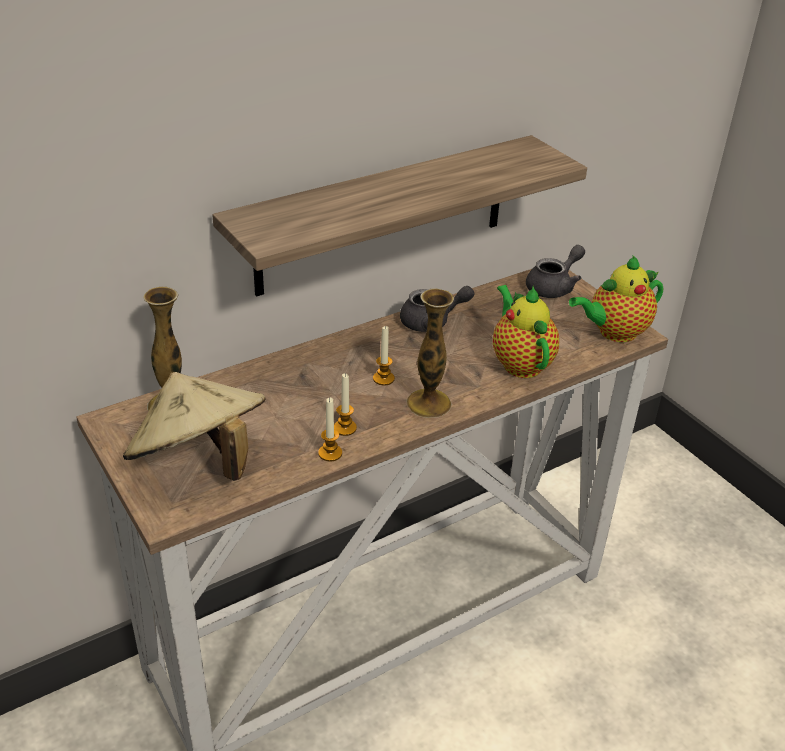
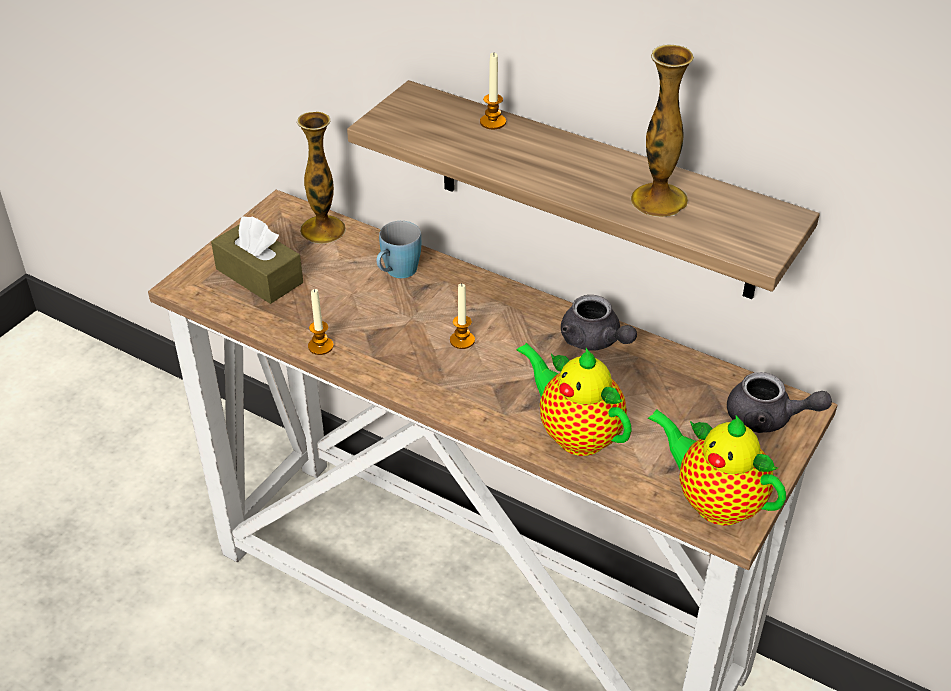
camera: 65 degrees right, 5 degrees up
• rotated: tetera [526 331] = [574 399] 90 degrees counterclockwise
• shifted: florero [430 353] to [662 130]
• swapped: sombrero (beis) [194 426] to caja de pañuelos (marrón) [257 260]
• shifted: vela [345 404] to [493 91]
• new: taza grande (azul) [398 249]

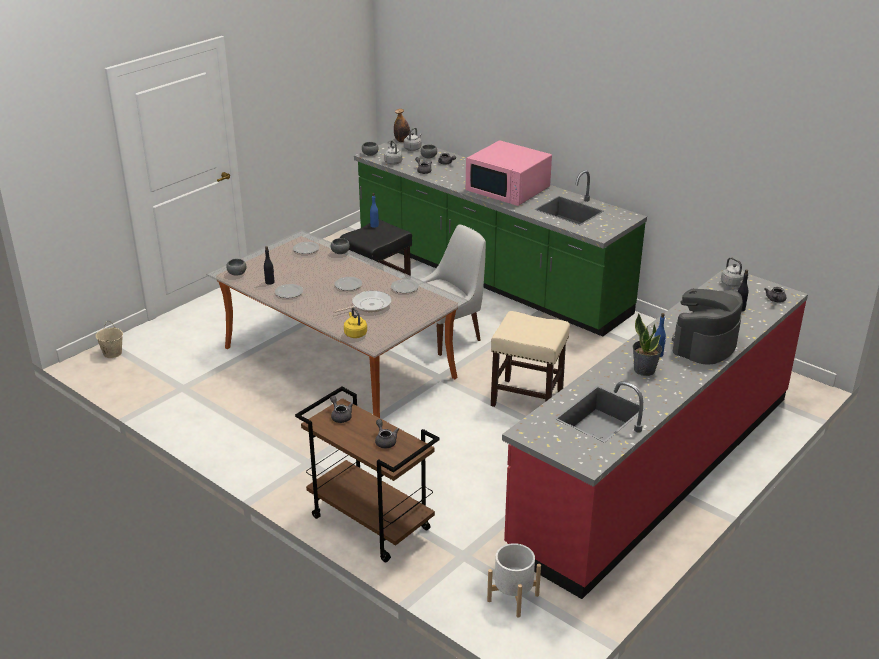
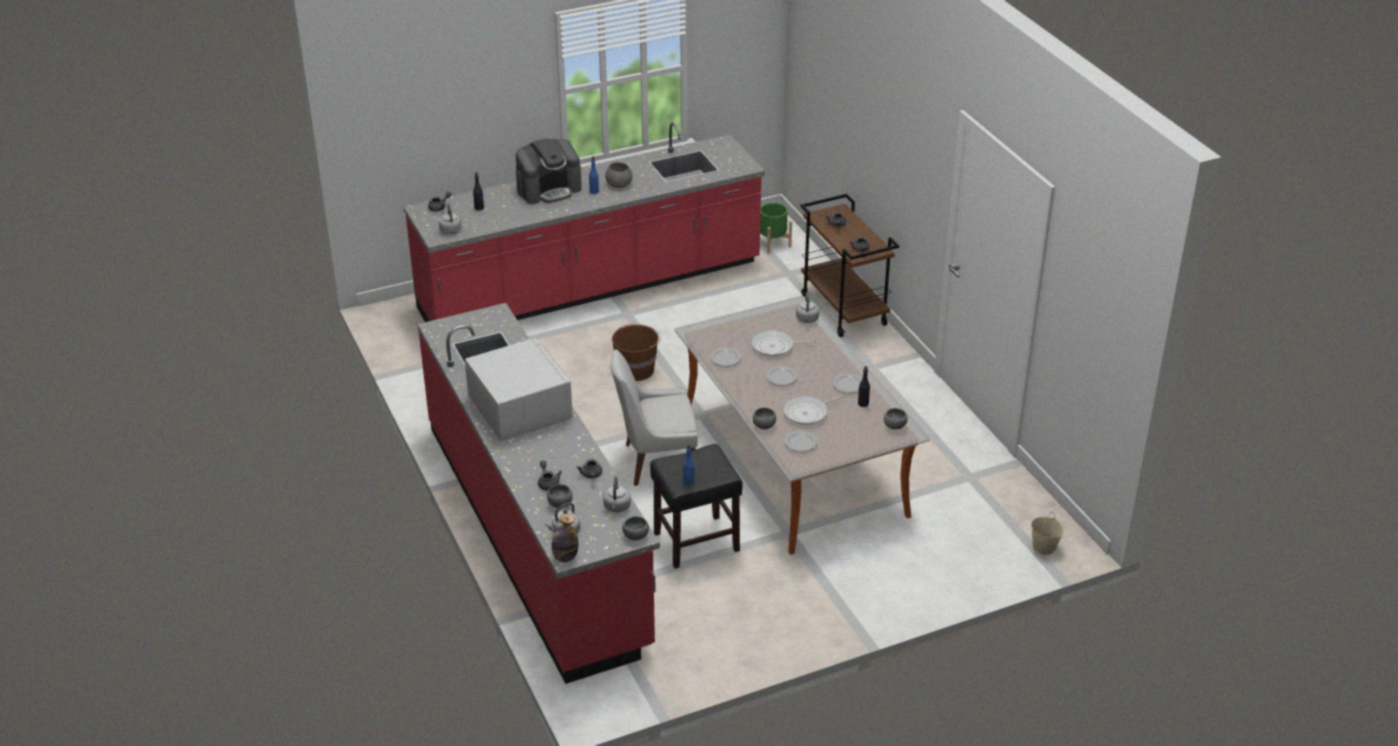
camera: 155 degrees left, 5 degrees up
• repainted: mueble bajo de cocina (verde) [500 237] to mueble bajo de cocina (rojo) [538 493]
• repainted: microondas (rosa) [509 173] to microondas (blanco) [519 389]
• repainted: hervidor (amarillo) [355 322] to hervidor (gris) [807 307]
• swapped: taburete (beis) [530 359] to cubo (marrón) [636 352]
• swapped: planta en maceta [647 345] to cuenco (gris) [619 175]
• repainted: maceta (blanco) [514 580] to maceta (verde) [776 228]
• new: sartén [814 410]

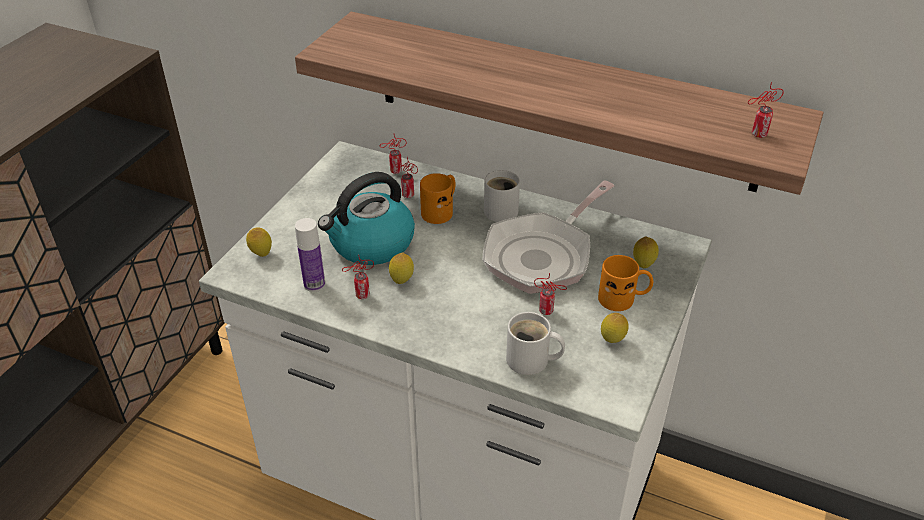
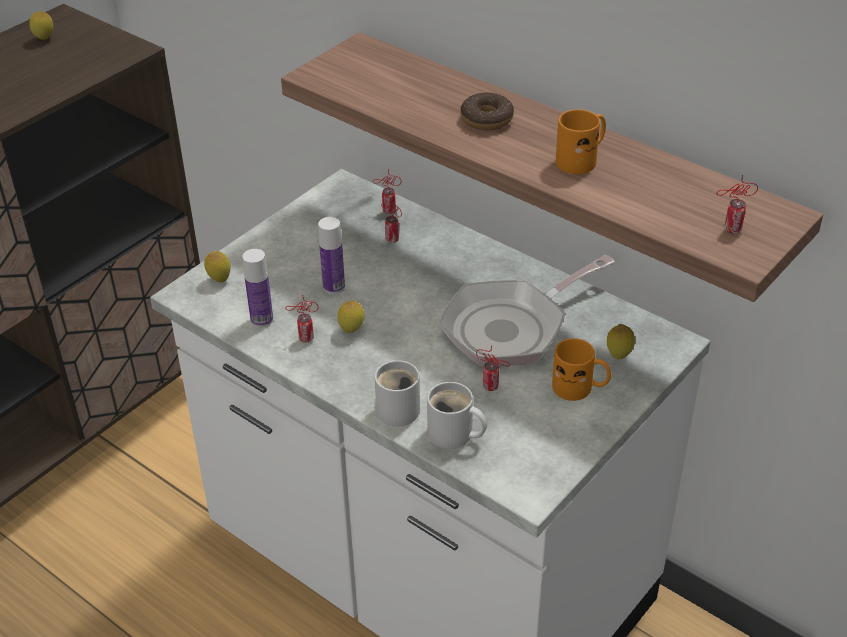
camera: 15 degrees right, 0 degrees up
• shifted: taza grande (blanco) [502 196] to [397 393]
• swapped: hervidor [366 218] to botella [331 255]
• shifted: taza grande (naranja) [437 198] to [581 142]
• shifted: limón [615 328] to [41 25]
• new: rosquilla [487 111]

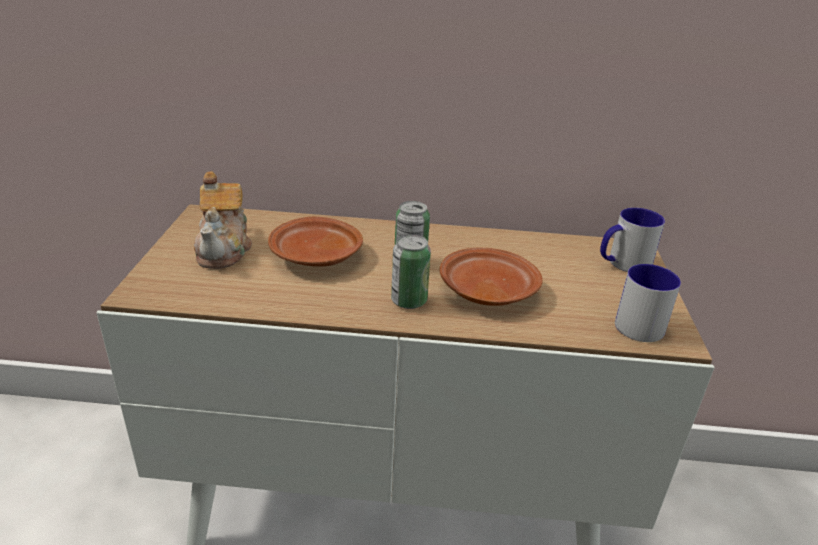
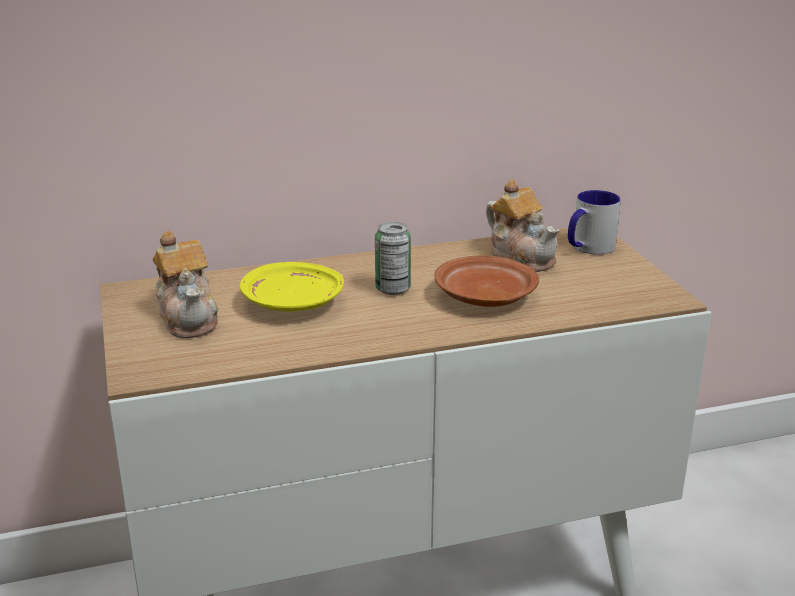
camera: 20 degrees left, 5 degrees down
• repainted: plato (marrón) [315 242] to plato (amarillo) [292 287]
• gone: lata [411 271]
• gone: taza grande [648 303]
• new: tetera [523 225]

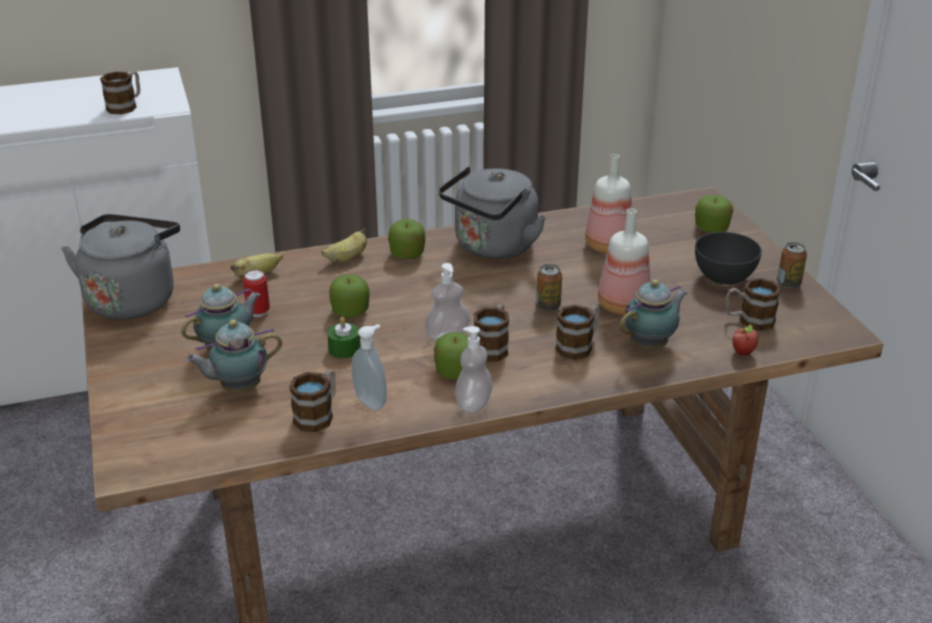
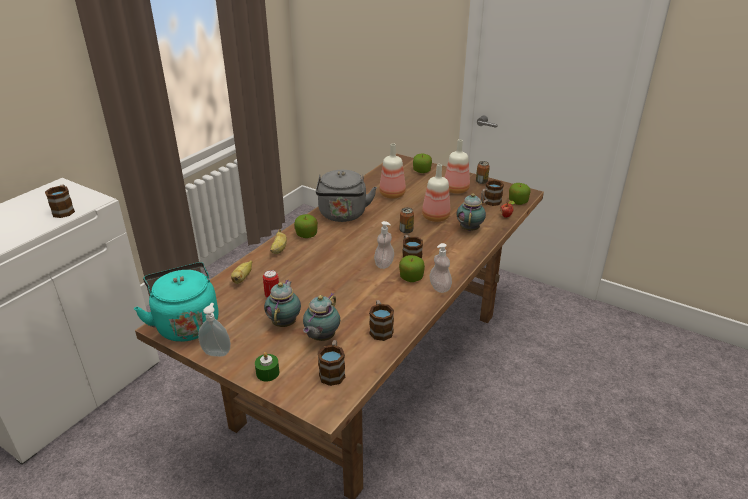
camera: 40 degrees left, 0 degrees up
• repainted: hervidor (gris) [120 267] to hervidor (turquesa) [176 302]
• swapped: cuenco (gris) [728 258] to botella [457 166]
• shifted: manzana [349 296] to [519 194]
• shifted: taza grande [577 332] to [331 363]
• shifted: vela (verde) [344 337] to [267 367]
• shifted: dispensador de jabón [369 367] to [214 330]

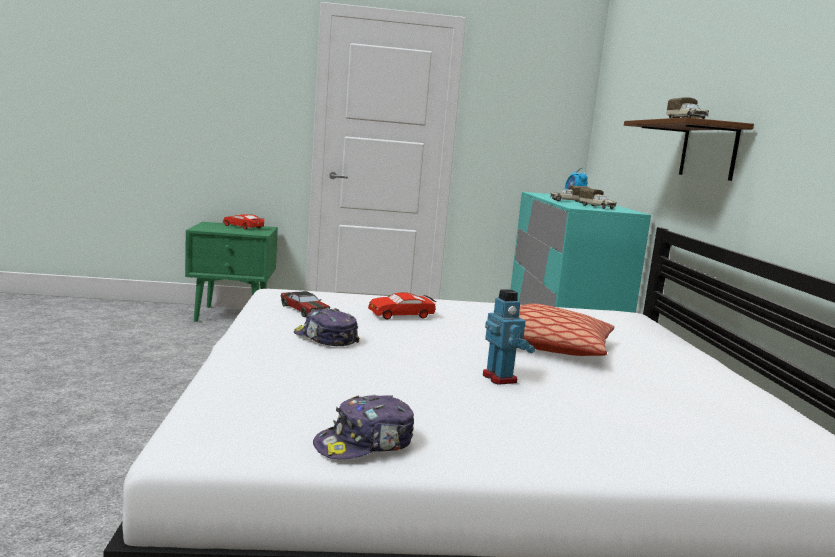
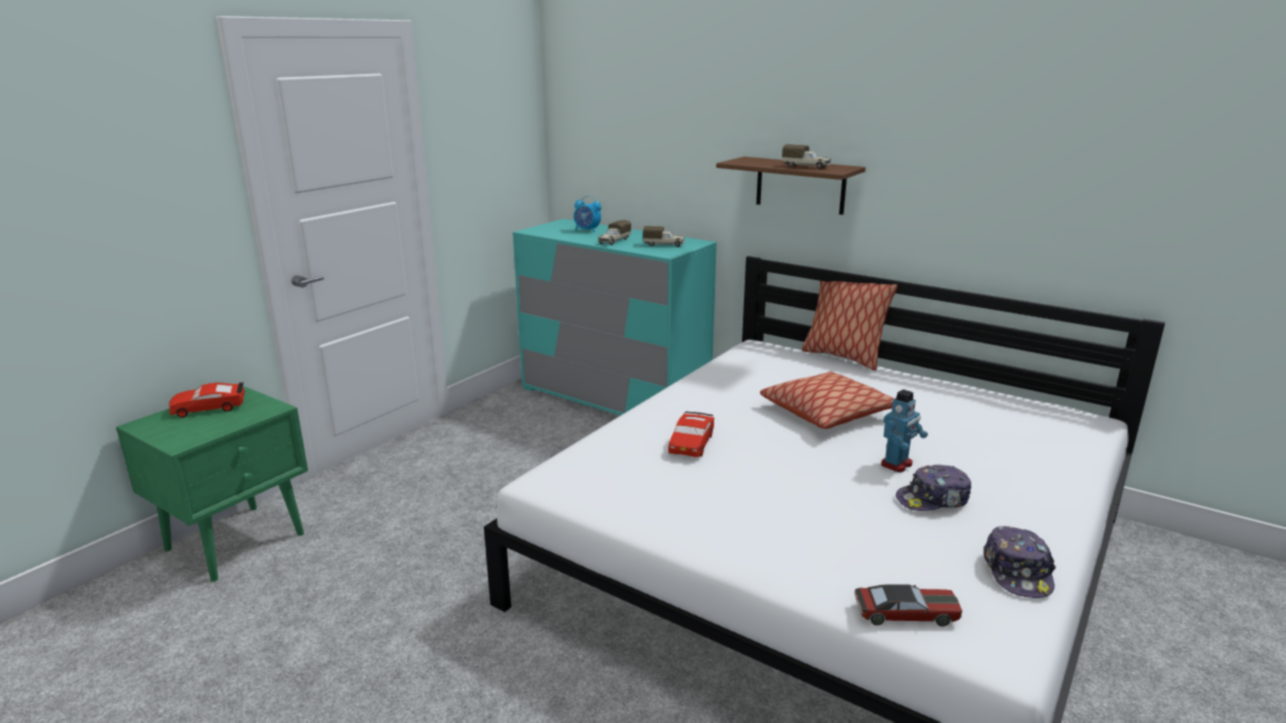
camera: 50 degrees left, 10 degrees up
• rotated: robot de juguete [509 337] = [904 430] 120 degrees clockwise
• shifted: coche de juguete [305 304] to [908 605]
• shifted: gorra [327 327] to [933 487]
• new: cojín [850 326]

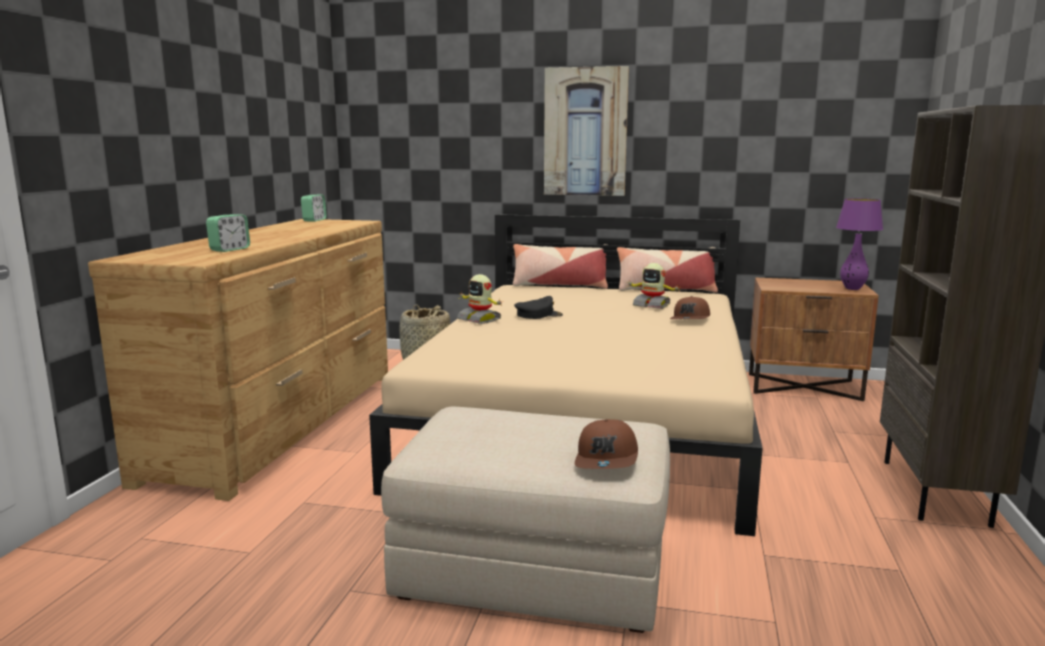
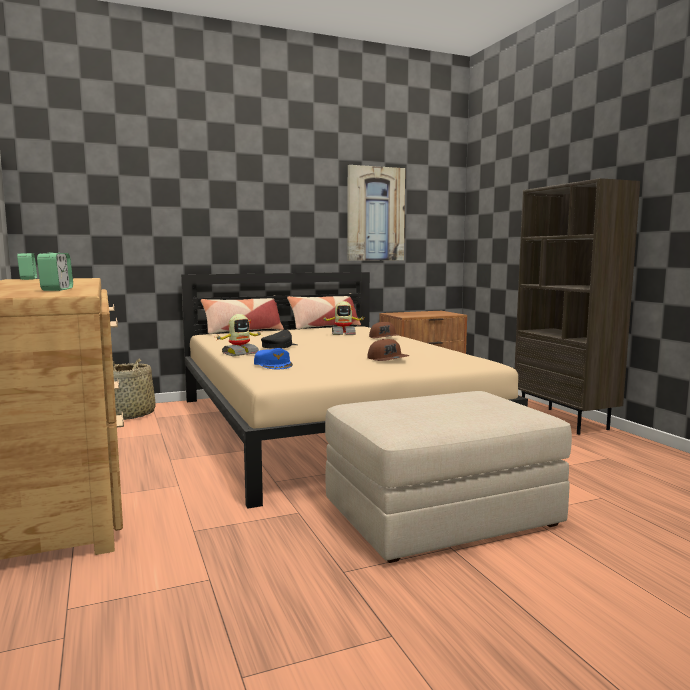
camera: 35 degrees left, 5 degrees down
• shifted: cuadro [586 131] to [376 213]
• gone: lámpara de mesa (morado) [859 244]
• rotated: robot de juguete [480 299] = [239 335] 45 degrees counterclockwise
• shifted: gorra (marrón) [606 444] to [388 350]
• new: gorra (azul) [273 358]

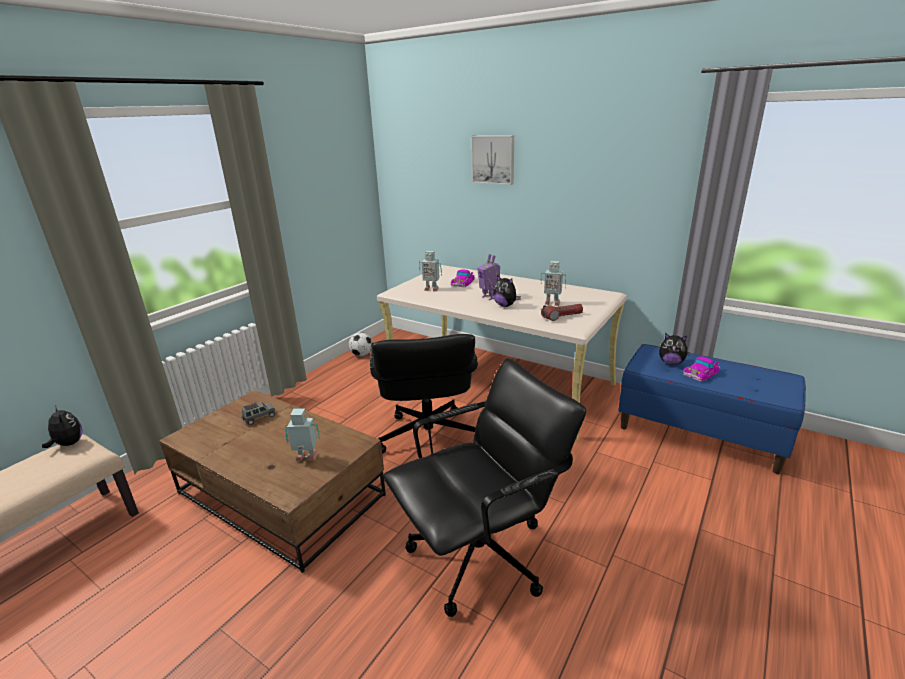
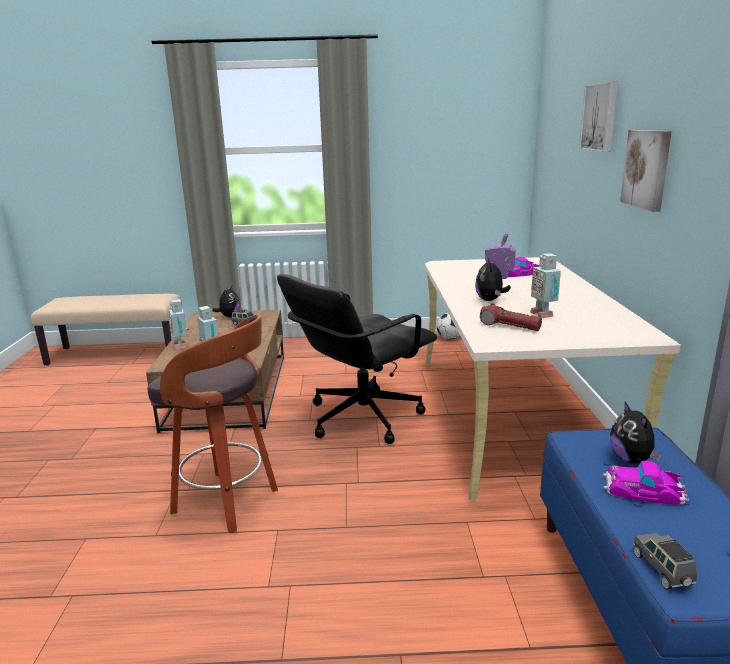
camera: 55 degrees right, 5 degrees down
• shifted: robot de juguete [430 271] to [179 324]
• swapped: silla de oficina (negro) [484 487] to taburete [213 423]
• shifted: peluche [62 427] to [226 301]
• new: cuadro [646 171]
• new: coche de juguete (gris) [665 561]

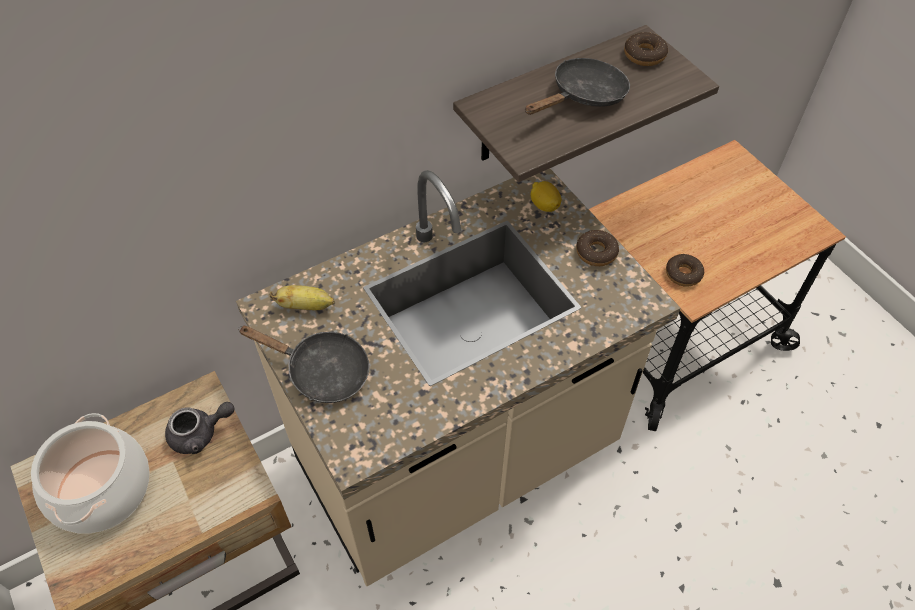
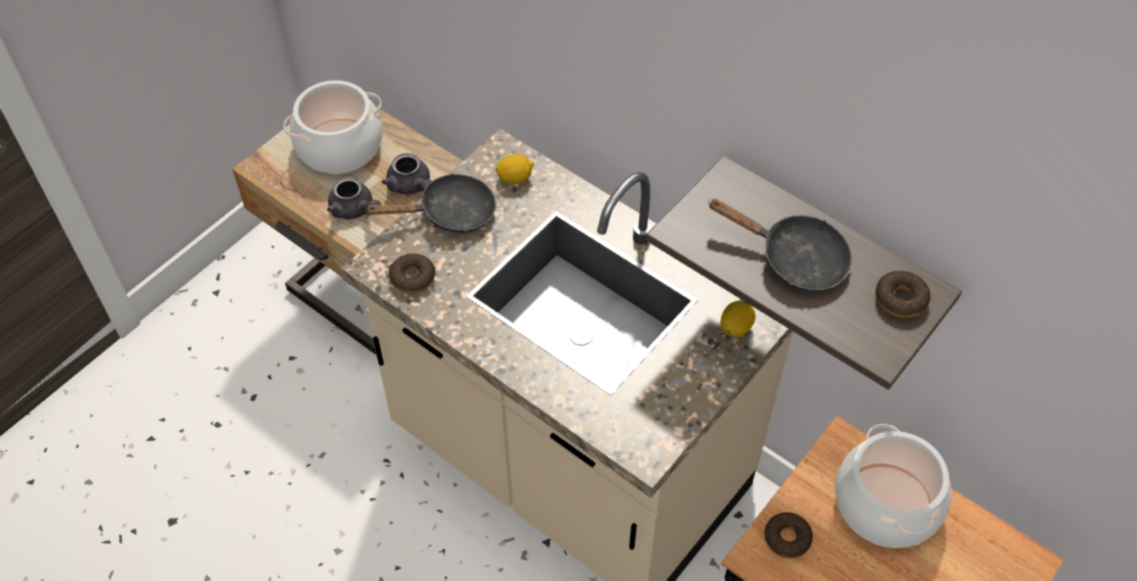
camera: 70 degrees right, 0 degrees up
• shifted: rosquilla [597 248] to [412 273]
• swapped: plátano [302 297] to limón [514 169]
• rotated: sartén (negro) [303 364] = [430 203] 105 degrees counterclockwise
• new: tetera (gris) [354 198]
• new: olla [893 486]

